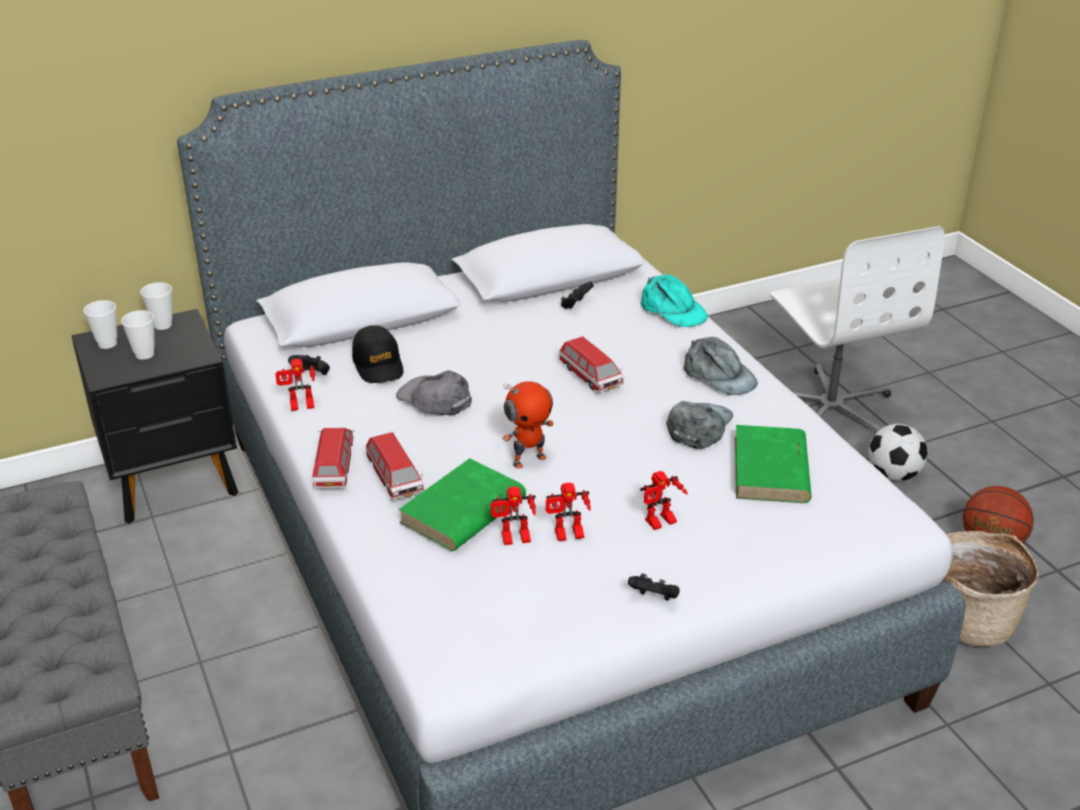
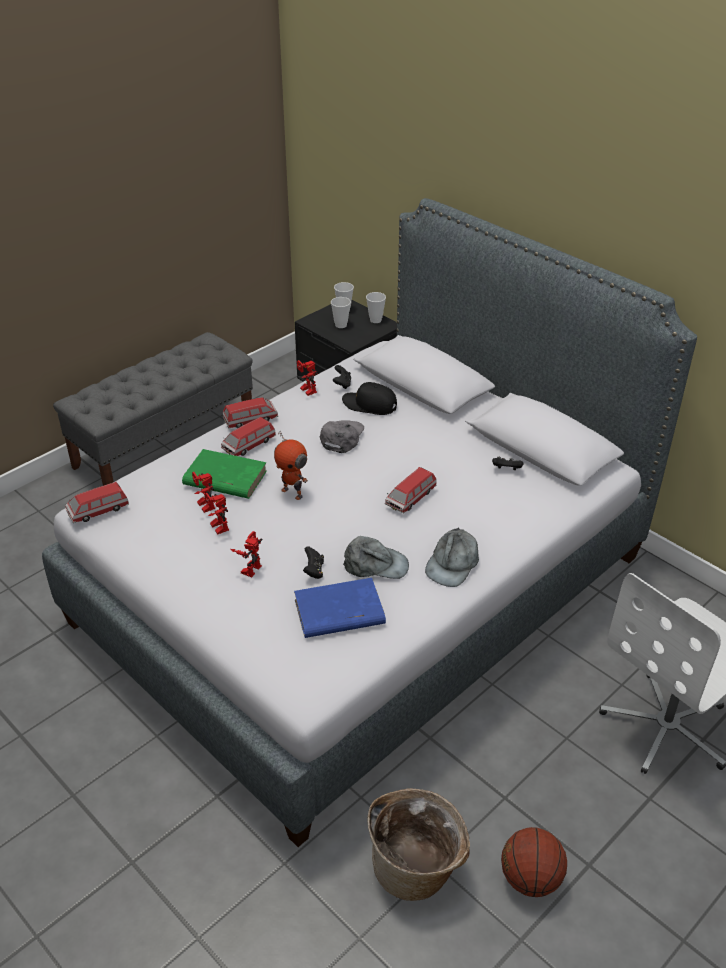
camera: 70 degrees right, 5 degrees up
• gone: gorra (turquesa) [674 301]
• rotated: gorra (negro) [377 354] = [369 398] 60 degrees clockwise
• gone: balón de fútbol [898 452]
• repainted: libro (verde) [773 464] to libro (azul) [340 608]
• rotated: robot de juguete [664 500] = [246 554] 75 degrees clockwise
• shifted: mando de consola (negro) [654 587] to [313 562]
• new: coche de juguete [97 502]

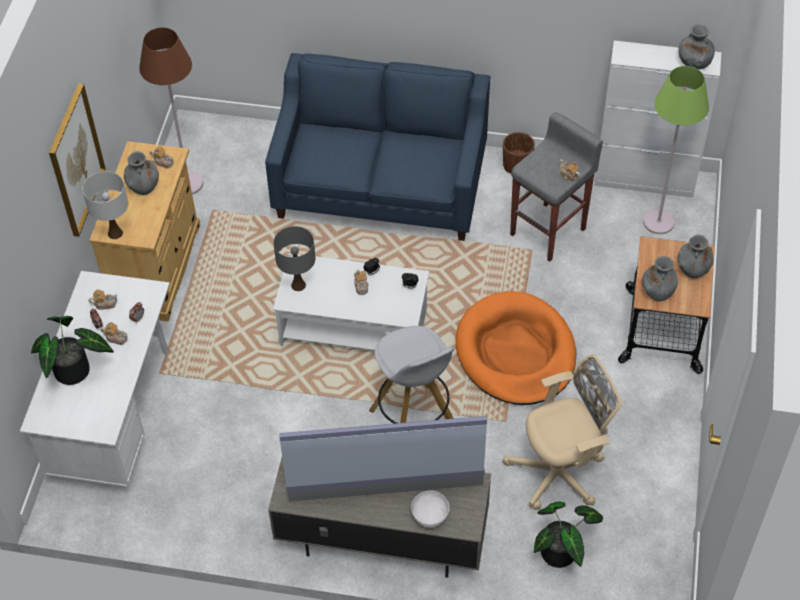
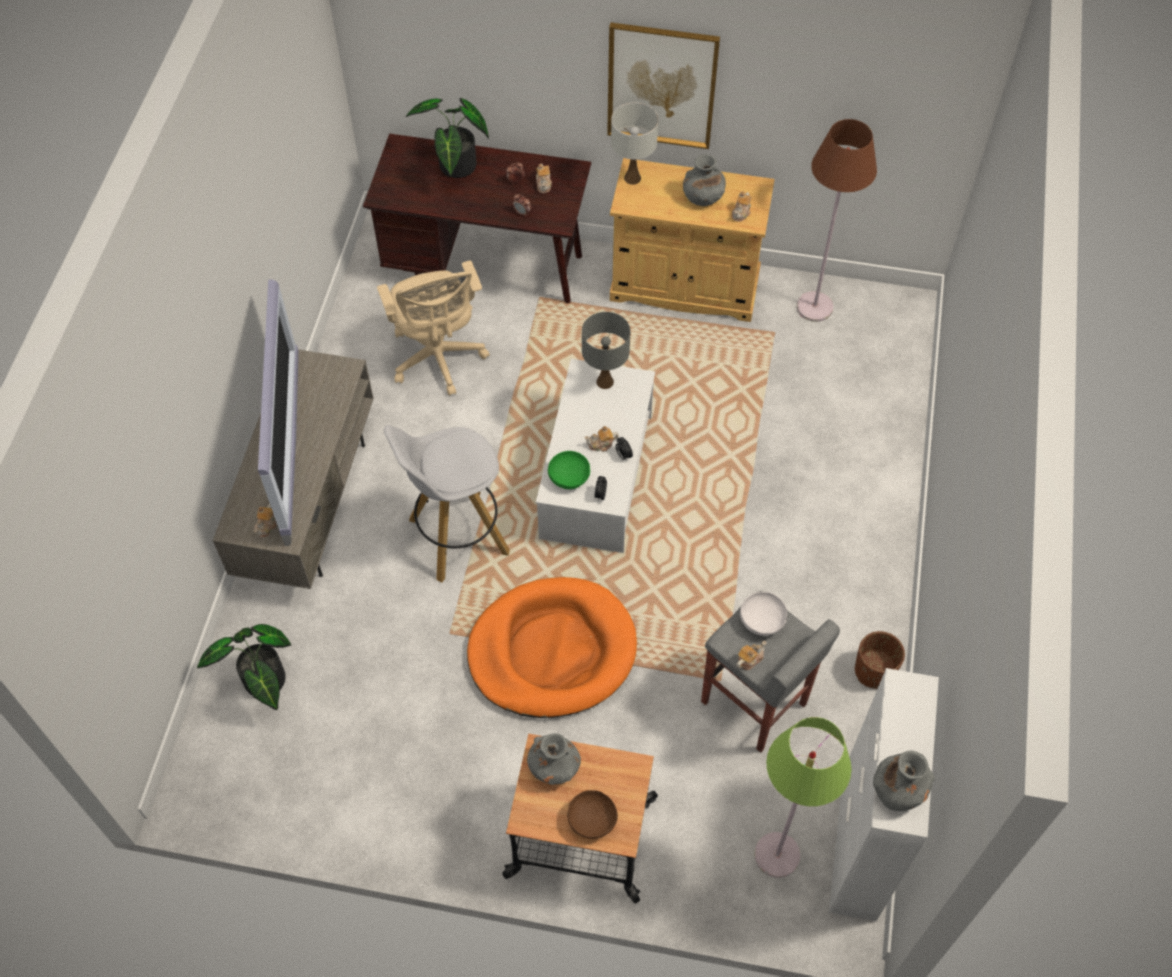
camera: 90 degrees right, 5 degrees up
• gone: sofá (azul) [377 147]
• swapped: florero (gris) [695 256] to cuenco (marrón) [592 814]
• repainted: escritorio (blanco) [95 379] to escritorio (marrón) [477 218]
• shifted: tetera [114 333] to [265 520]
• shifted: silla de oficina (beis) [562 432] to [433 328]
• shifted: cuenco (blanco) [430 509] to [763 614]
• new: cuenco (verde) [569 470]

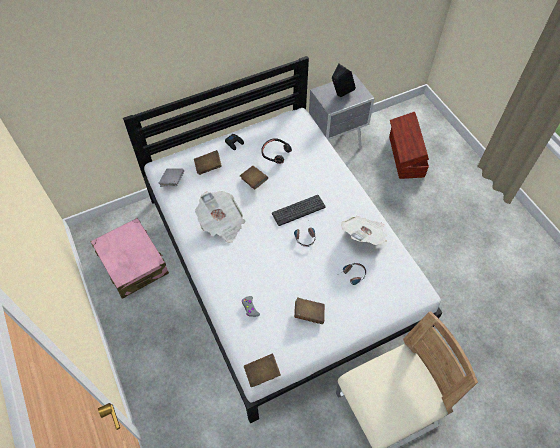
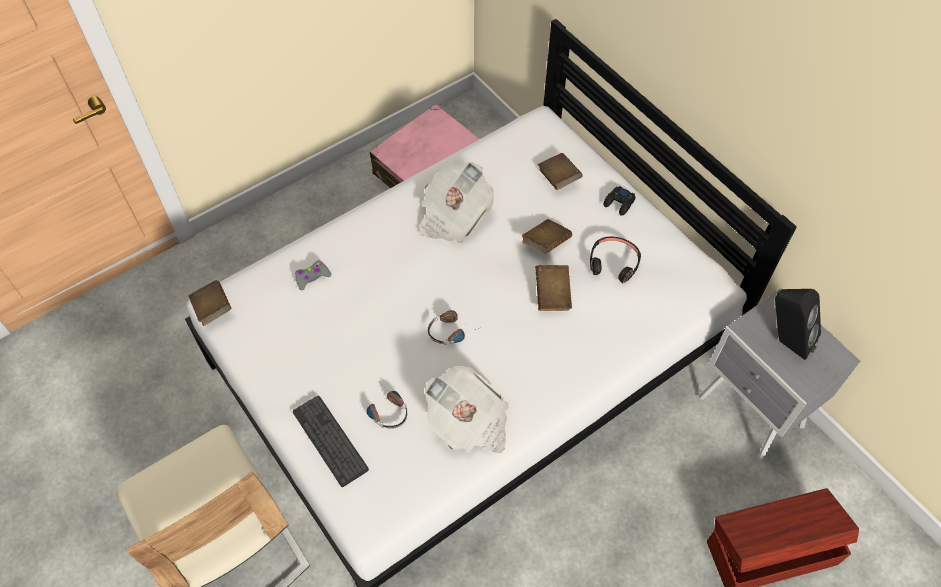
camera: 80 degrees right, 0 degrees up
• gone: libro (gris) [171 177]
• shifted: teclado [299 210] to [331 441]
• shifted: libro (marrón) [309 311] to [553 288]

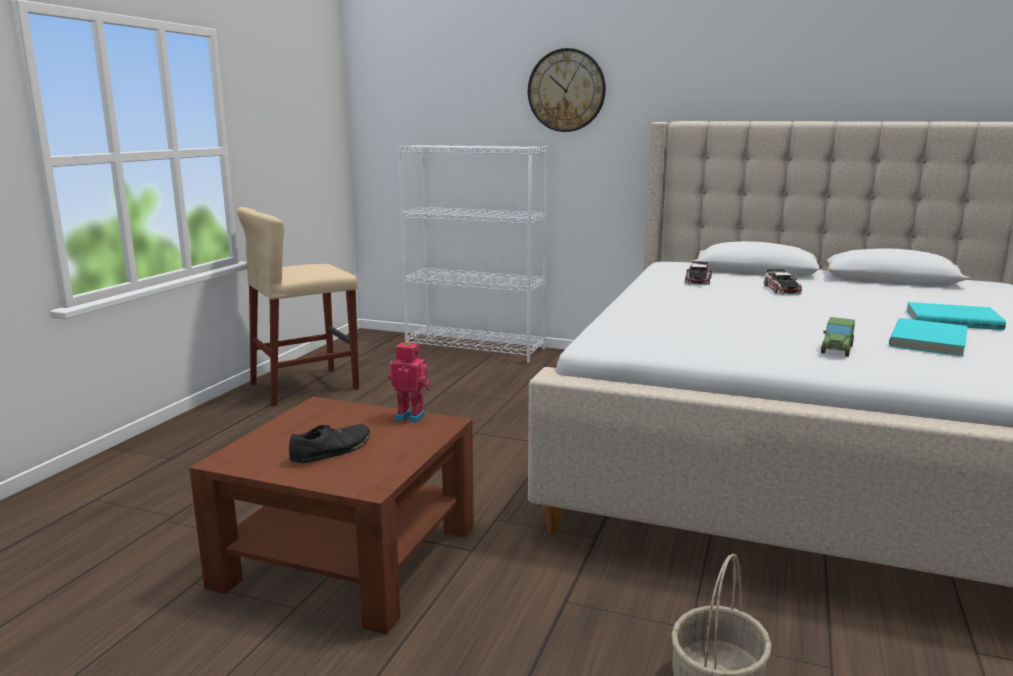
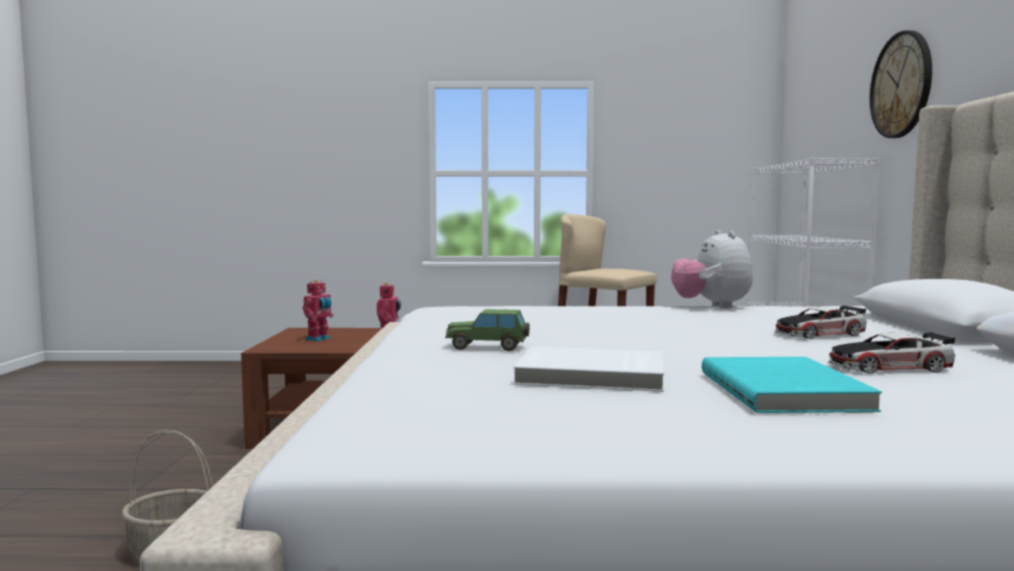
camera: 70 degrees right, 10 degrees down
• shifted: coche de juguete [698 273] to [891 352]
• repainted: libro (turquesa) [928 337] to libro (blanco) [588 369]
• swapped: zapato (negro) [329 443] to robot de juguete [318 310]
• new: peluche [712 269]

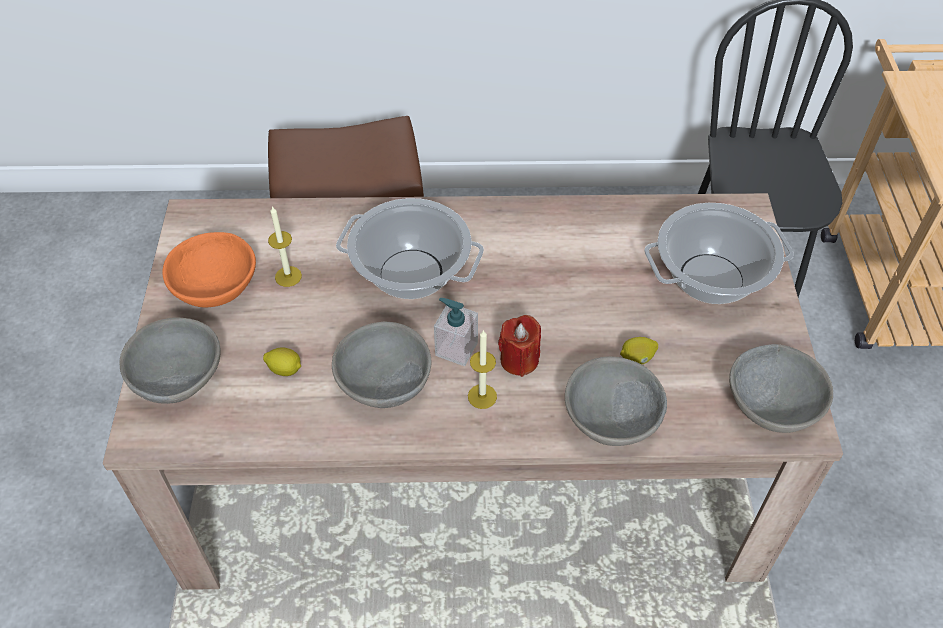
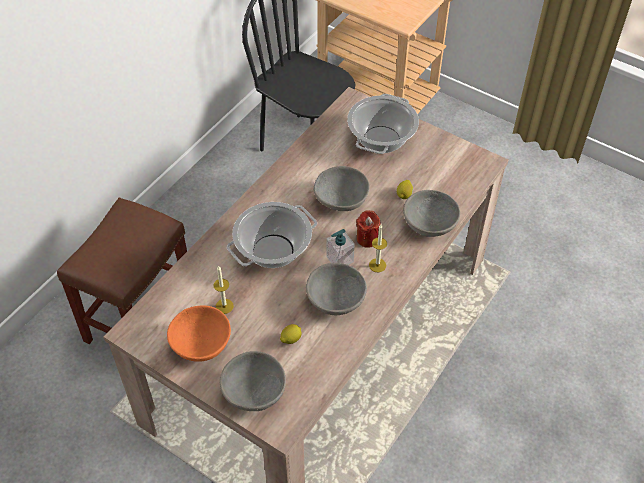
camera: 55 degrees left, 0 degrees up
• shifted: cuenco (gris) [781 388] to [342 188]

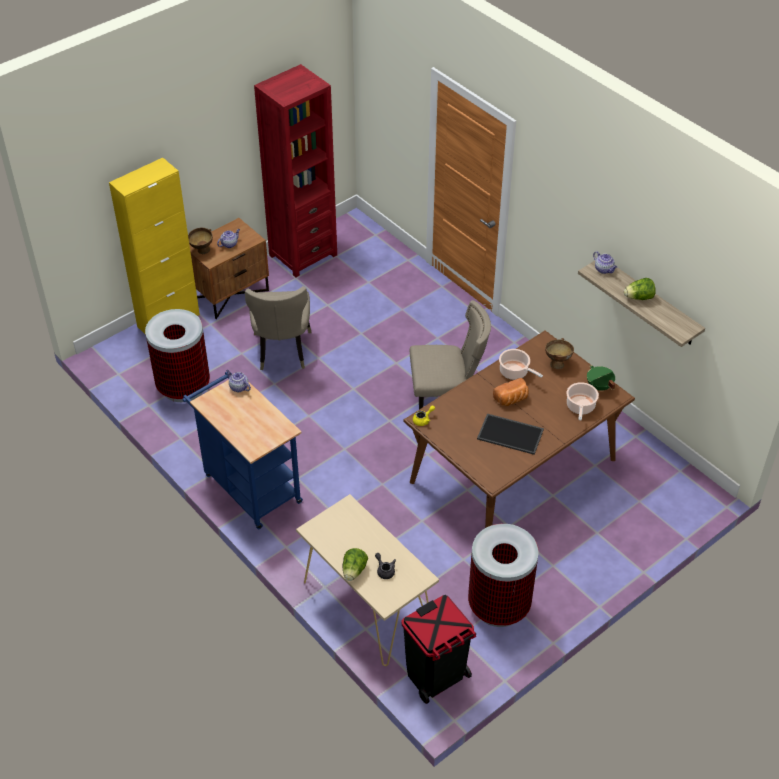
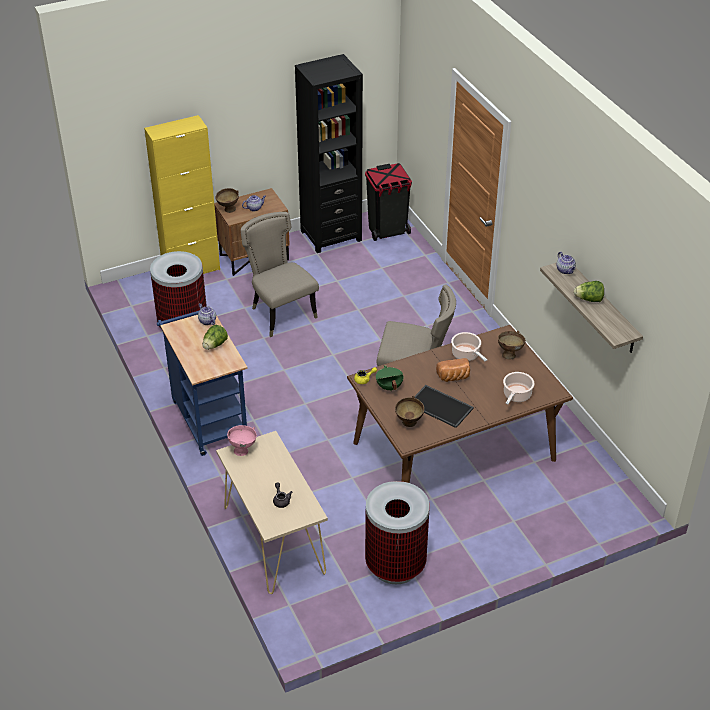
camera: 15 degrees right, 5 degrees down
• repainted: estantería (rojo) [295 171] to estantería (negro) [329 153]
• rotated: silla (beis) [278 328] = [280 274] 135 degrees clockwise
• shifted: olla (verde) [601 378] to [389 378]
• shifted: lechuga [355 564] to [215 337]
• shifted: papelera (negro) [438 649] to [388 202]
• new: cuenco (marrón) [409 411]
• new: cuenco (rosa) [242 440]

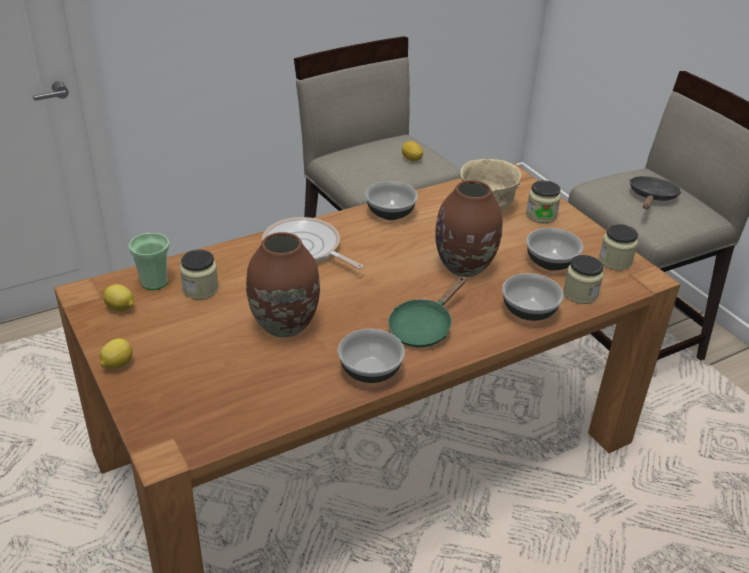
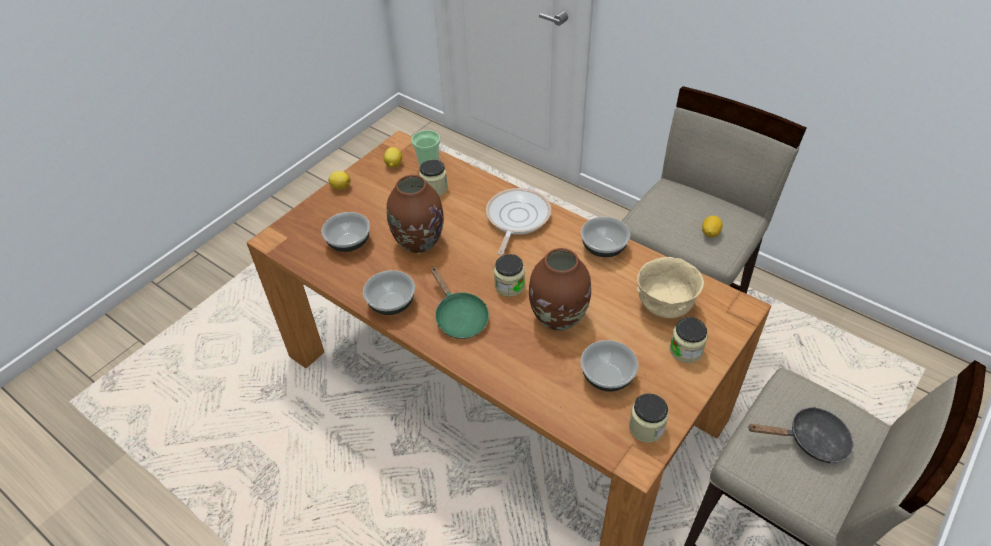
camera: 70 degrees right, 10 degrees up
• shifted: tarro [583 279] to [509 275]
• shifted: cuenco [533 297] to [346 232]
• rotated: sartén (verde) [427 312] = [460 302] 135 degrees counterclockwise

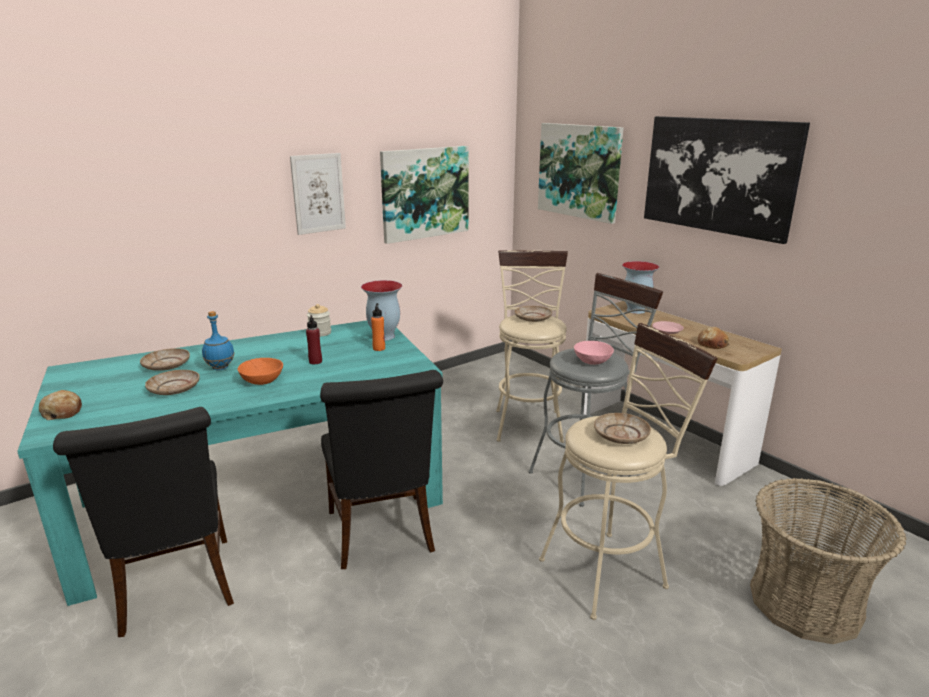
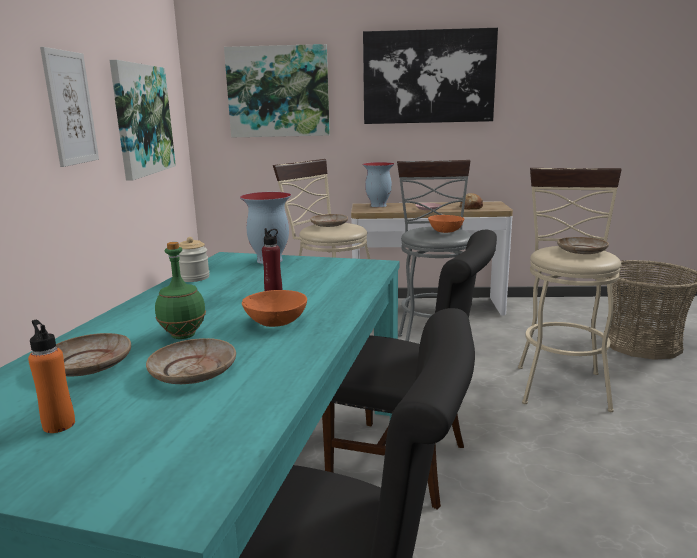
camera: 50 degrees left, 5 degrees down
• shifted: botella (naranja) [378 327] to [51 376]
• repainted: botella (azul) [218 340] to botella (verde) [180 290]
• repainted: cuenco (rosa) [594 353] to cuenco (naranja) [446 224]
• gone: pan [60 405]

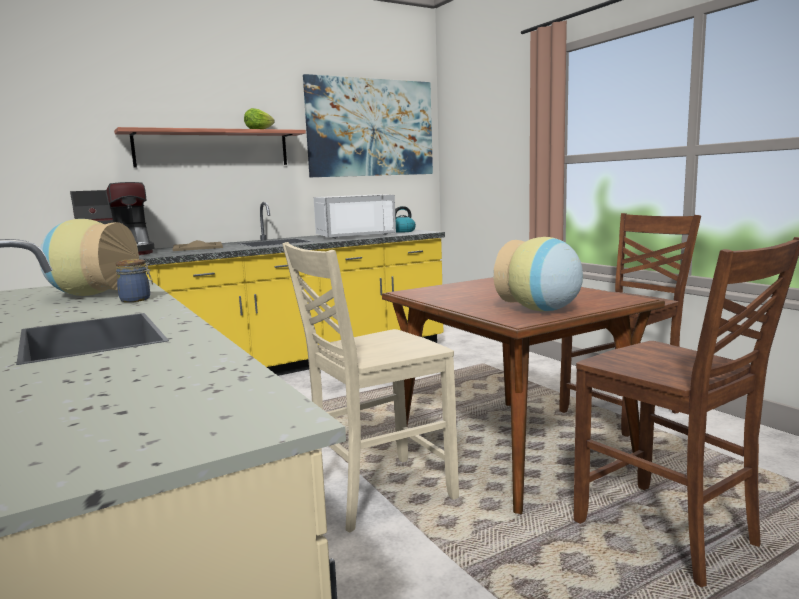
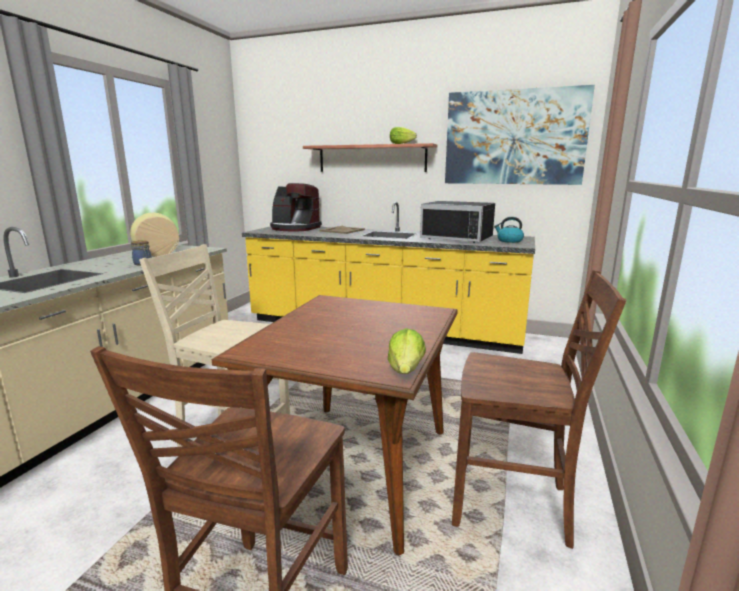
camera: 50 degrees right, 5 degrees up
• repainted: microondas (blanco) [354 217] to microondas (negro) [457 222]
• gone: florero [538 274]
• new: lechuga [407 351]

